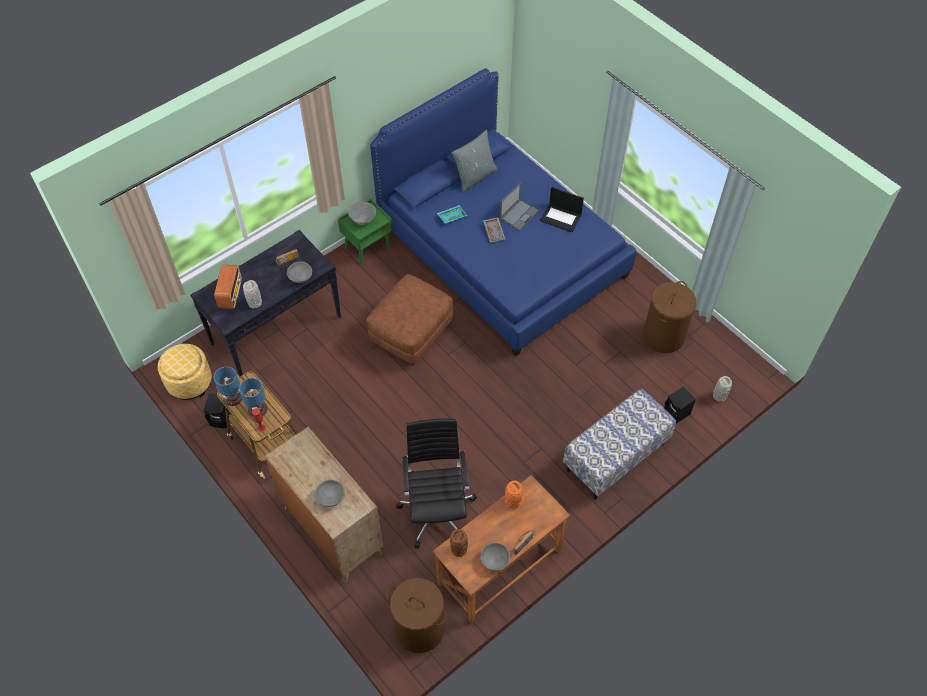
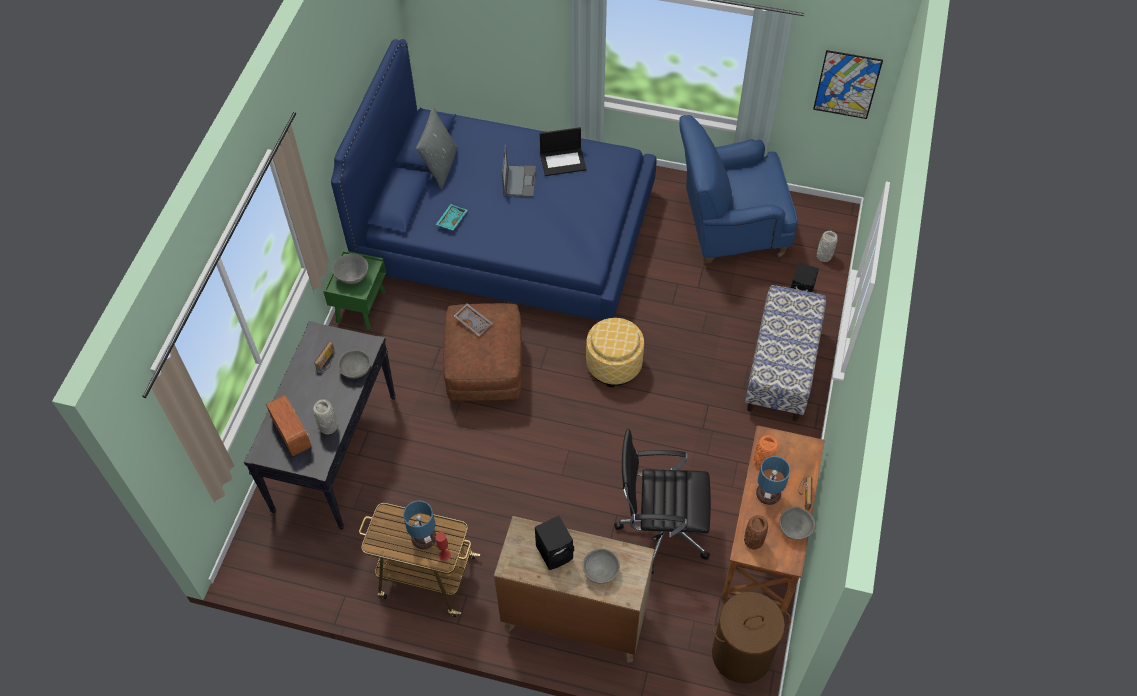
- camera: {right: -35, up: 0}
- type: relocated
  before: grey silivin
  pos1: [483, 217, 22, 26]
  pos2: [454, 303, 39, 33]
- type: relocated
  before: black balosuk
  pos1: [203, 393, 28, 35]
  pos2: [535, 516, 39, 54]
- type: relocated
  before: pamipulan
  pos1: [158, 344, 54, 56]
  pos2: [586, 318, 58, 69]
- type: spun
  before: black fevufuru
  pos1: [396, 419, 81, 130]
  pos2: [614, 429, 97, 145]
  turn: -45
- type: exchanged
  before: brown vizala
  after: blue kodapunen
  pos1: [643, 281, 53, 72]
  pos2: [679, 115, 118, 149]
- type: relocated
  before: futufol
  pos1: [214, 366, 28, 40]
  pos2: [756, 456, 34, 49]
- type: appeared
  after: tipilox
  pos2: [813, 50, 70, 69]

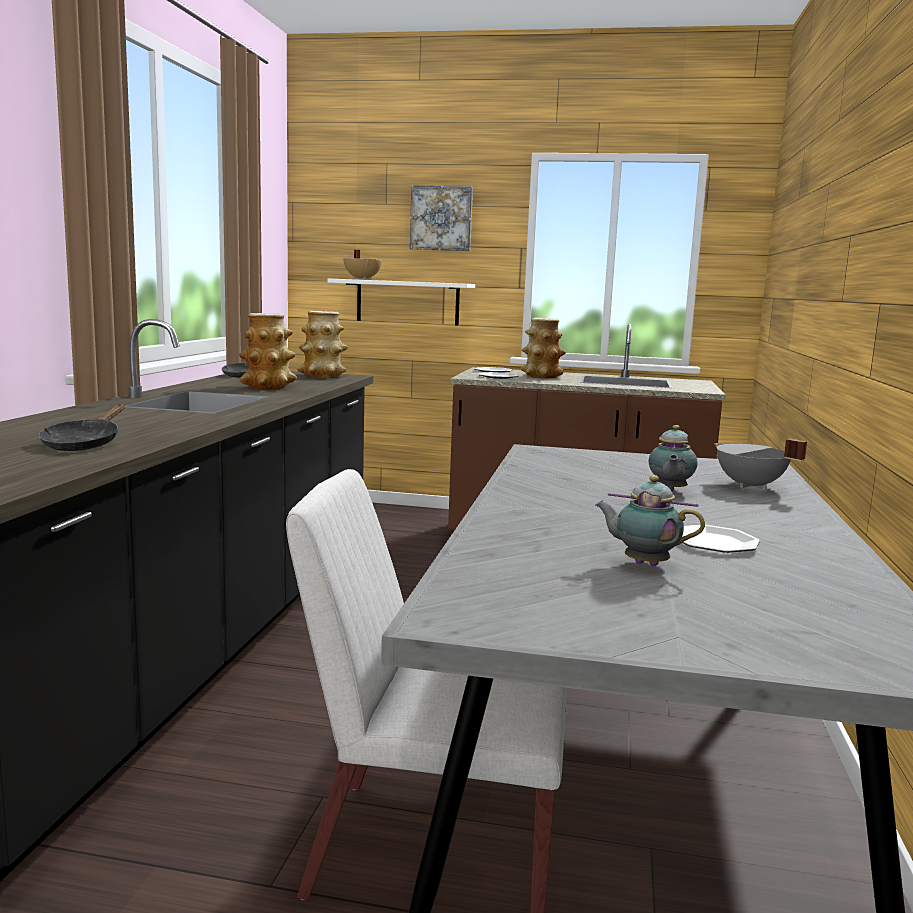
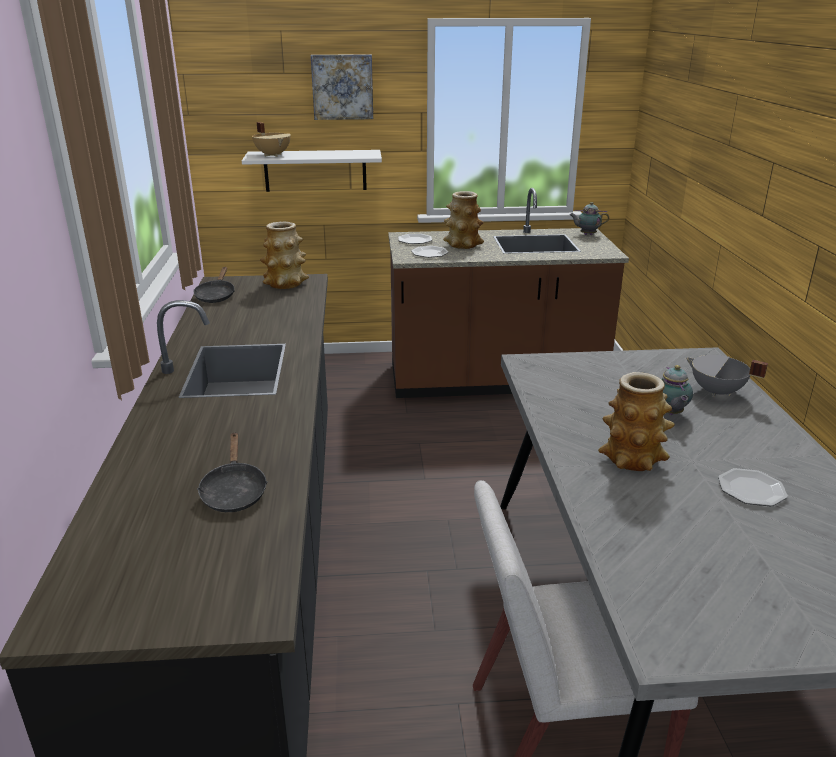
- camera: {right: -15, up: 15}
- type: relocated
  before: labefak
  pos1: [594, 475, 111, 91]
  pos2: [570, 202, 39, 33]
- type: relocated
  before: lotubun
  pos1: [239, 313, 58, 76]
  pos2: [598, 372, 77, 99]

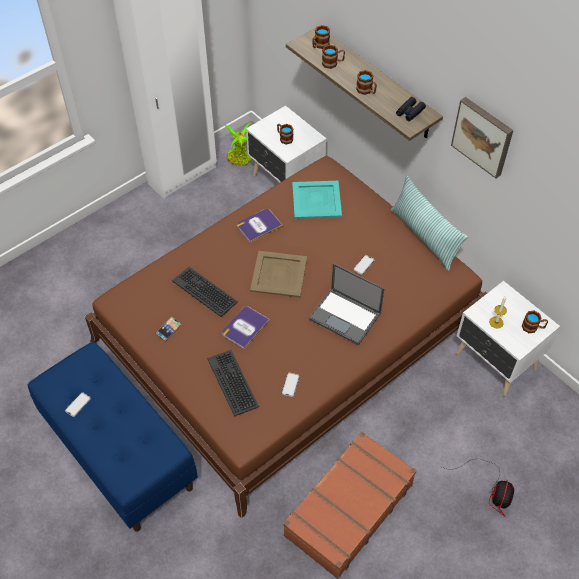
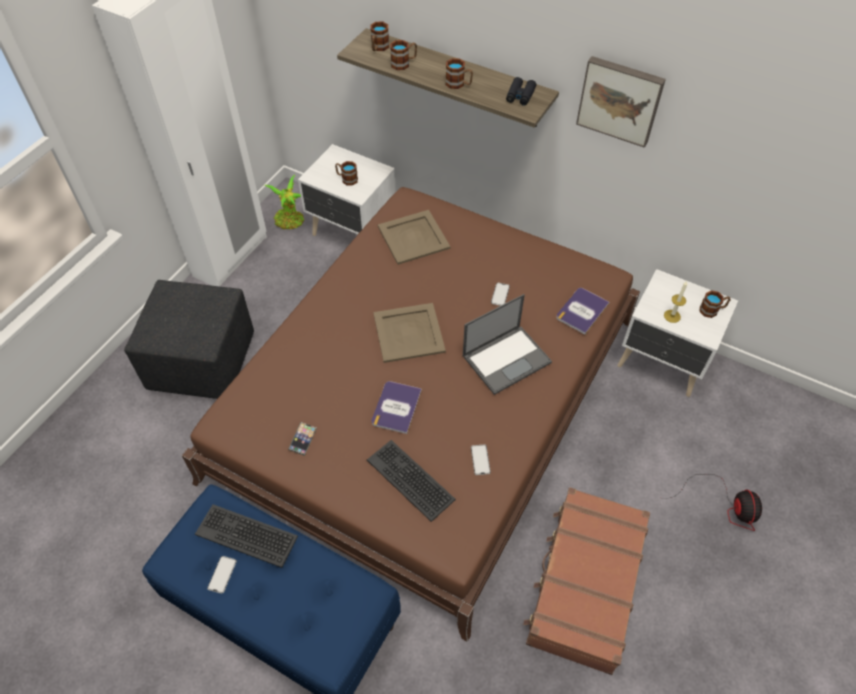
- camera: {right: -20, up: 0}
- type: appeared
  after: black pamipulan
  pos2: [124, 280, 130, 119]
- type: relocated
  before: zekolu
  pos1: [172, 267, 66, 50]
  pos2: [195, 504, 103, 64]
- type: colour
  before: turquoise silivin
  after: beige silivin
  pos1: [292, 181, 50, 38]
  pos2: [378, 210, 73, 55]
- type: spun
  before: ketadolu
  pos1: [309, 263, 76, 82]
  pos2: [463, 294, 89, 101]
  turn: -45
- type: relocated
  before: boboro
  pos1: [237, 209, 46, 34]
  pos2: [556, 288, 54, 47]
- type: missing
  before: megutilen
  pos1: [391, 175, 77, 96]

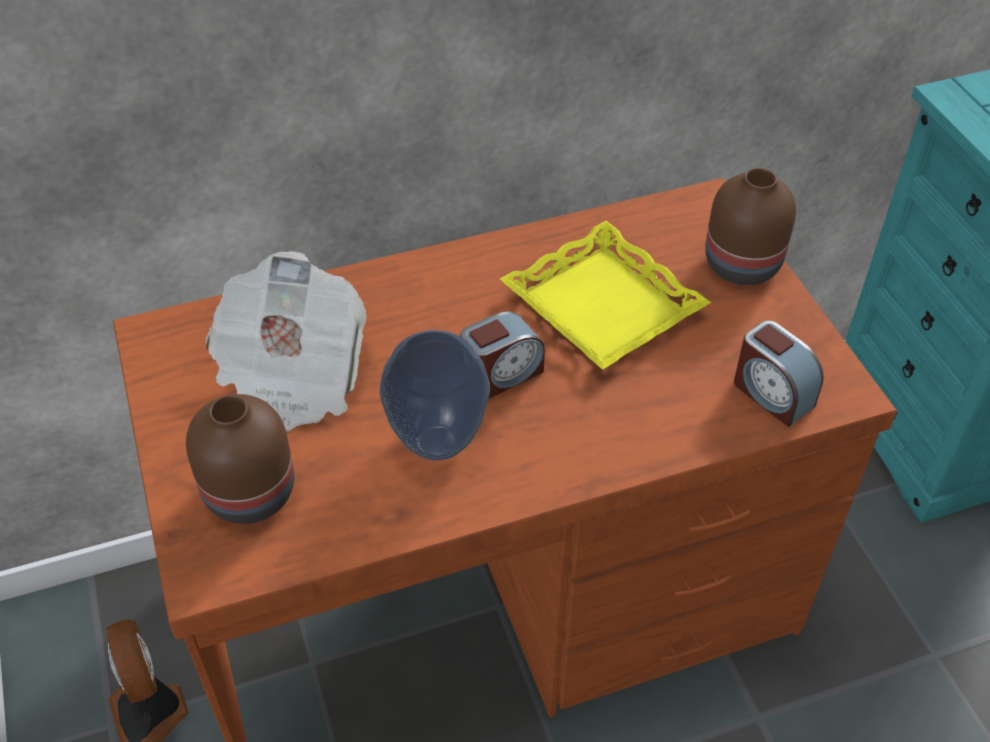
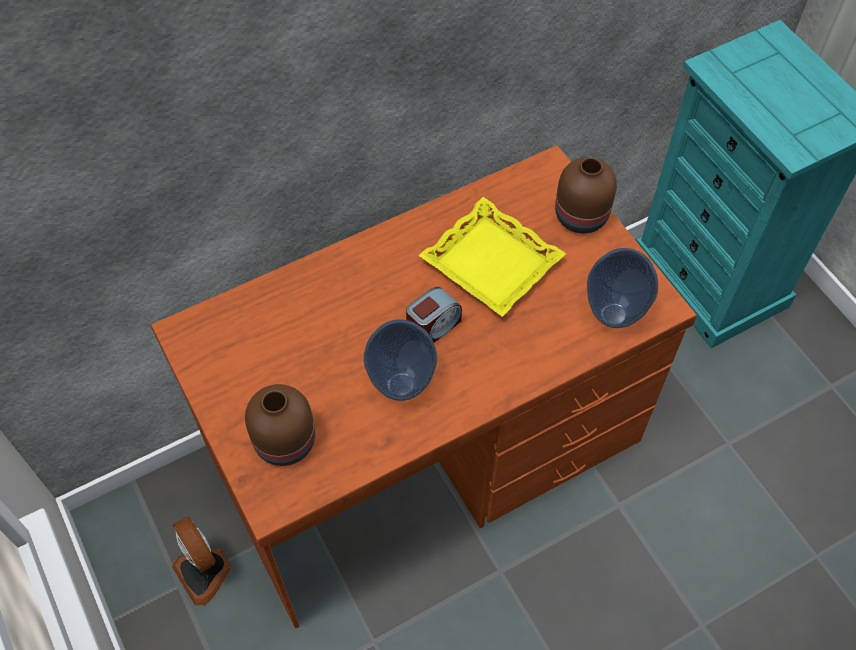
- camera: {right: -10, up: 10}
- type: exchanged
  before: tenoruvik
  after: lotubun
  pos1: [734, 321, 90, 106]
  pos2: [587, 248, 71, 80]
- type: missing
  before: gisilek
  pos1: [206, 251, 161, 181]

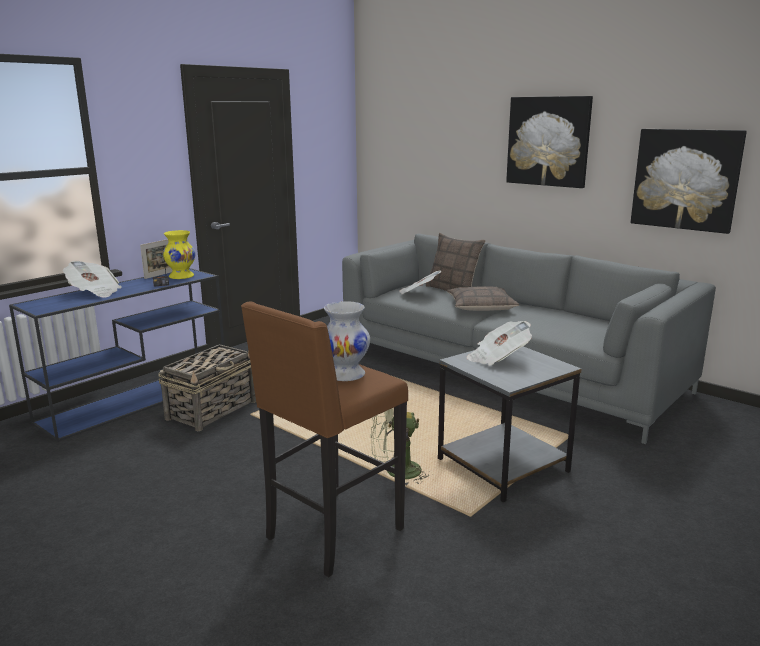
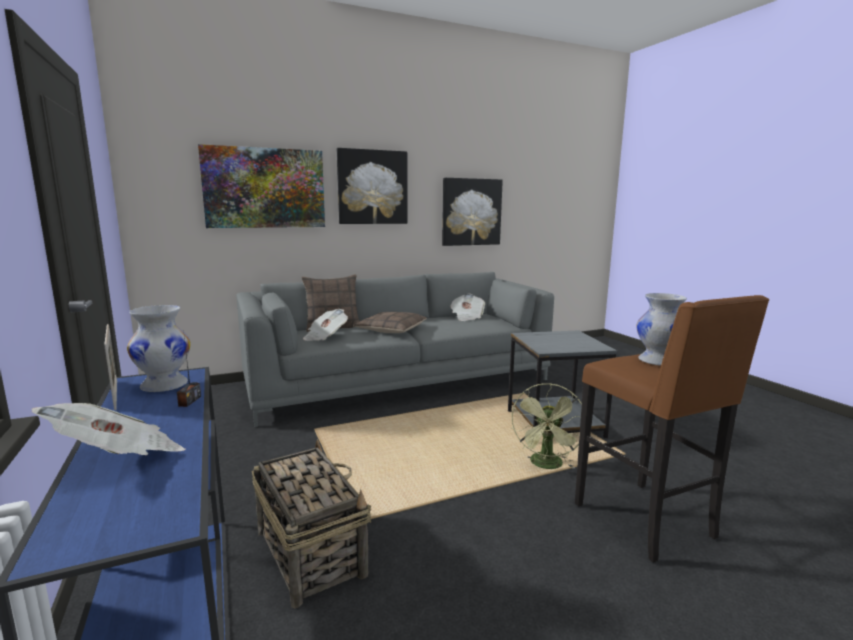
- camera: {right: -65, up: -5}
- type: colour
  before: yellow lotubun
  after: white lotubun
  pos1: [163, 230, 33, 49]
  pos2: [127, 305, 64, 87]
- type: appeared
  after: tipilox
  pos2: [198, 144, 127, 84]
- type: relocated
  before: gisilek
  pos1: [467, 321, 65, 44]
  pos2: [450, 293, 36, 28]

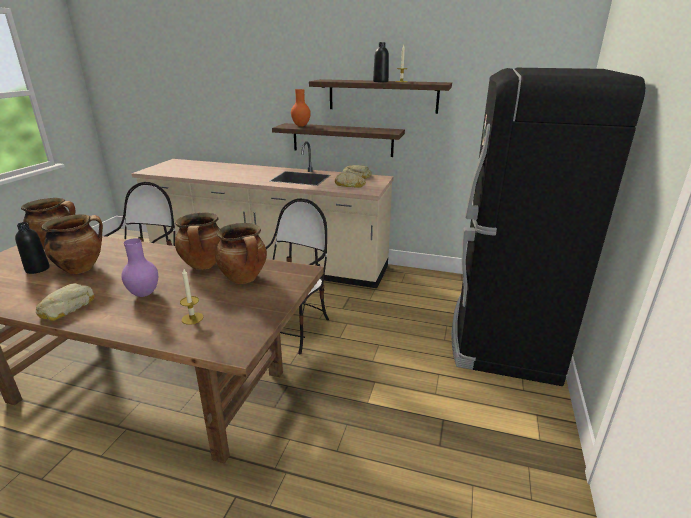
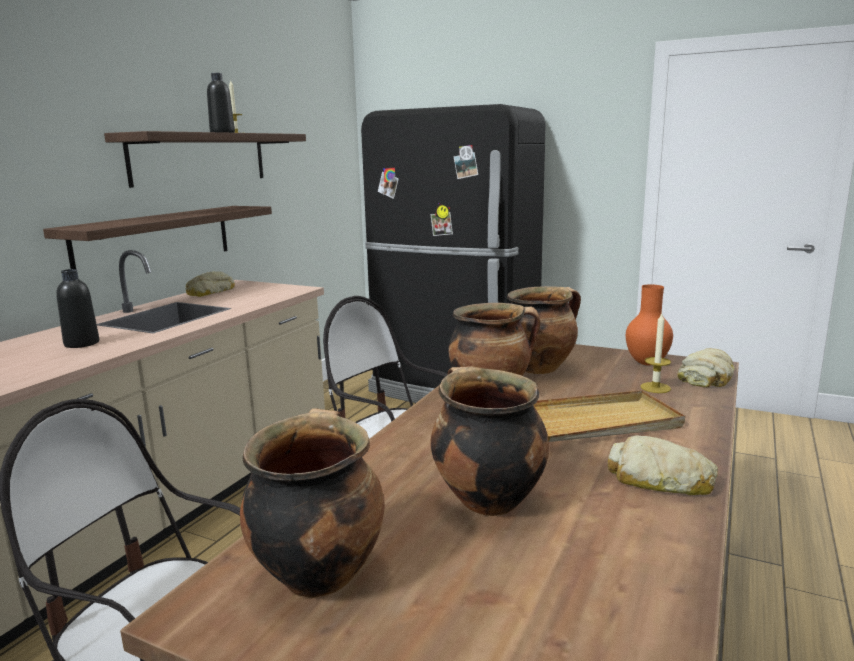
- camera: {right: -80, up: -10}
- type: relocated
  before: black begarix
  pos1: [15, 222, 35, 52]
  pos2: [56, 269, 43, 79]
- type: exchanged
  before: purple lotubun
  after: beige silivin
  pos1: [121, 238, 37, 59]
  pos2: [534, 390, 151, 52]
- type: relocated
  before: orange lotubun
  pos1: [291, 89, 20, 38]
  pos2: [626, 284, 47, 81]
- type: relocated
  before: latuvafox
  pos1: [335, 173, 31, 15]
  pos2: [677, 348, 58, 39]

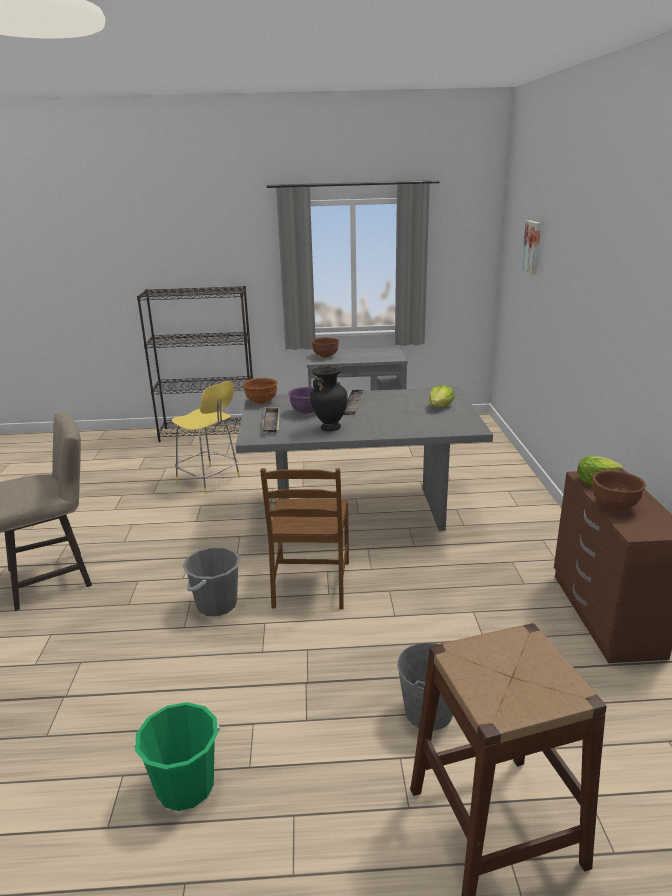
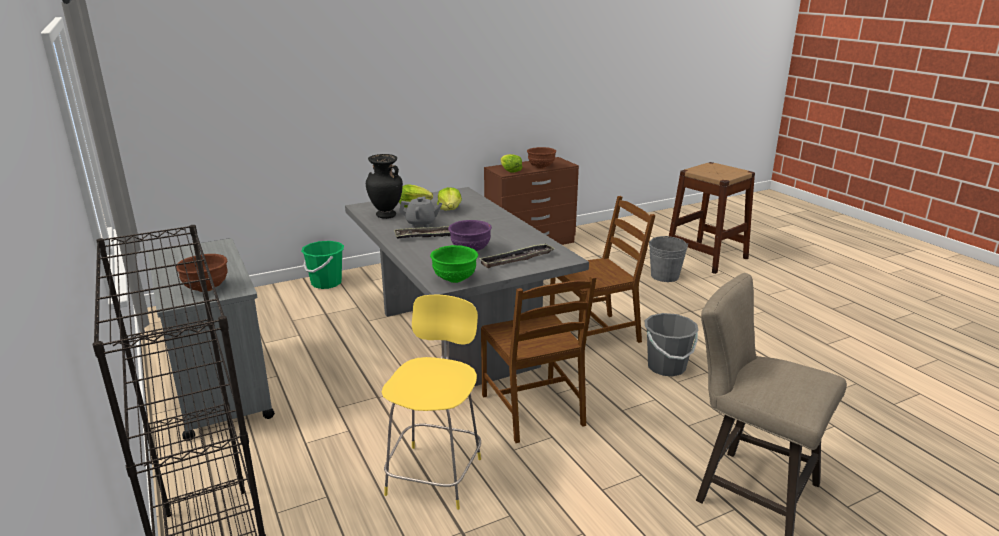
- camera: {right: -115, up: 0}
- type: relocated
  before: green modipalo
  pos1: [134, 702, 86, 109]
  pos2: [301, 241, 43, 48]
- type: relocated
  before: black lotubun
  pos1: [310, 365, 38, 66]
  pos2: [366, 154, 37, 65]
- type: appeared
  after: grey labefak
  pos2: [399, 196, 44, 31]
- type: colour
  before: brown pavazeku
  after: green pavazeku
  pos1: [243, 378, 34, 26]
  pos2: [430, 245, 48, 38]
- type: appeared
  after: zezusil
  pos2: [437, 187, 25, 23]
- type: appeared
  after: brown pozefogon
  pos2: [481, 276, 115, 167]
- type: missing
  before: tipilox
  pos1: [521, 220, 20, 54]

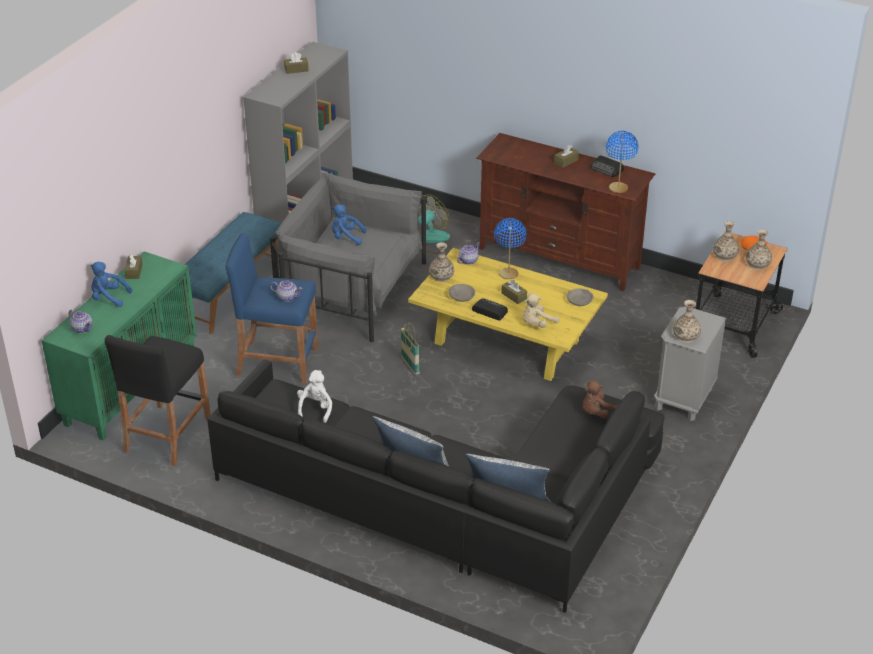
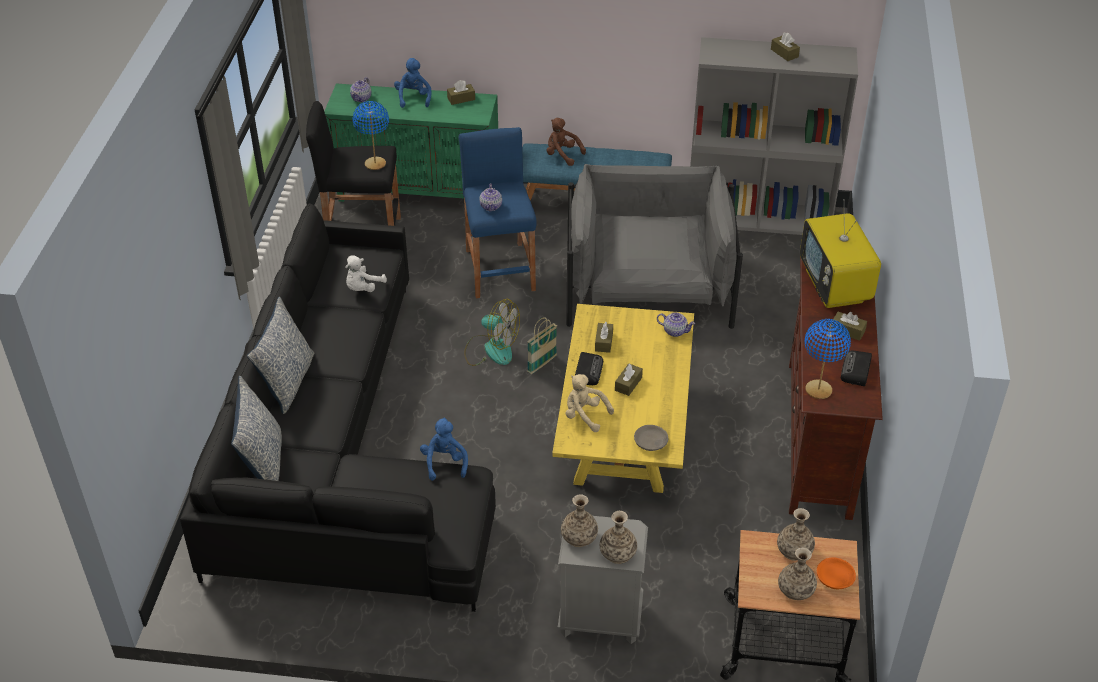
- camera: {right: 70, up: 5}
- type: spun
  before: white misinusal
  pos1: [297, 370, 35, 53]
  pos2: [345, 255, 42, 37]
  turn: 135
- type: relocated
  before: blue futufol
  pos1: [494, 218, 33, 61]
  pos2: [353, 101, 36, 69]
- type: relocated
  before: blue misinusal
  pos1: [332, 204, 35, 41]
  pos2: [420, 417, 48, 64]
- type: relocated
  before: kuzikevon
  pos1: [418, 195, 32, 58]
  pos2: [464, 299, 56, 67]
- type: relocated
  before: brown misinusal
  pos1: [583, 380, 36, 38]
  pos2: [546, 118, 40, 48]
- type: exchanged
  before: grey pavazeku
  after: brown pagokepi
  pos1: [449, 284, 26, 18]
  pos2: [595, 322, 18, 31]
- type: relocated
  before: lotubun
  pos1: [429, 242, 25, 40]
  pos2: [600, 511, 37, 53]
- type: appeared
  after: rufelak
  pos2: [800, 199, 81, 109]

